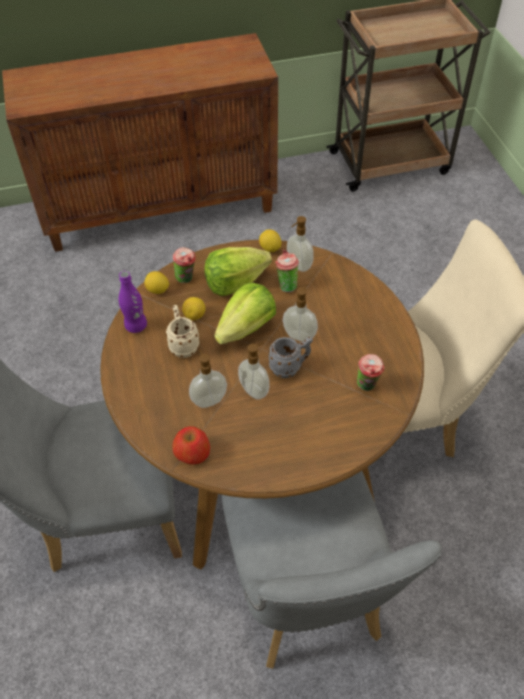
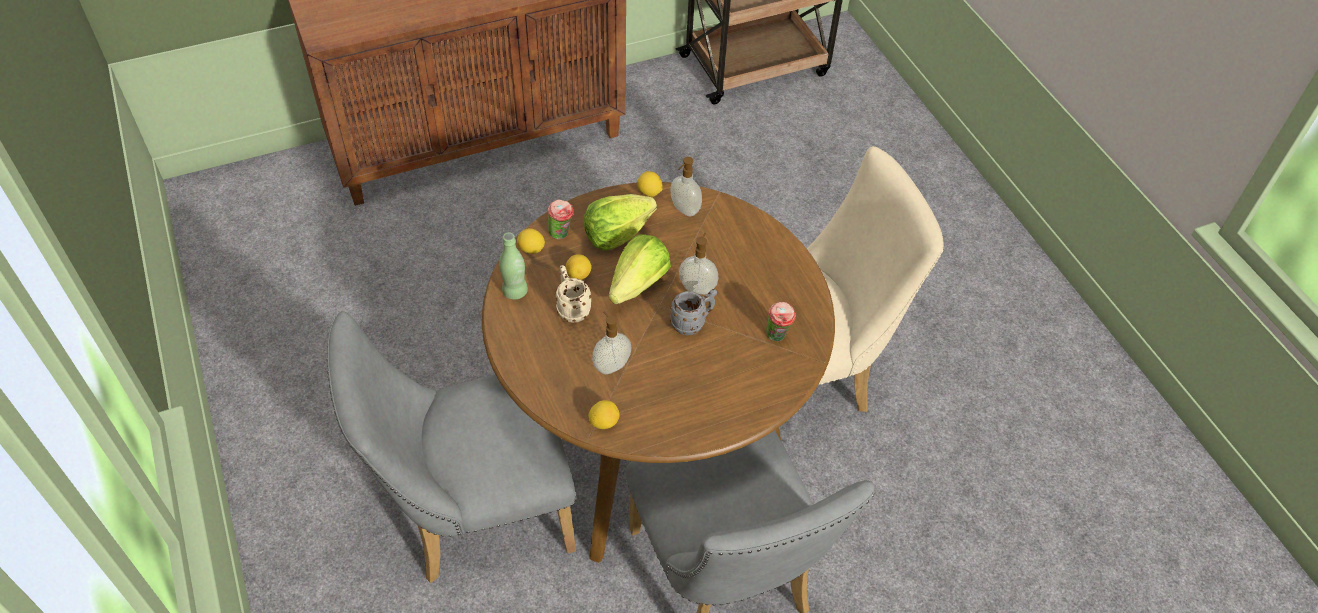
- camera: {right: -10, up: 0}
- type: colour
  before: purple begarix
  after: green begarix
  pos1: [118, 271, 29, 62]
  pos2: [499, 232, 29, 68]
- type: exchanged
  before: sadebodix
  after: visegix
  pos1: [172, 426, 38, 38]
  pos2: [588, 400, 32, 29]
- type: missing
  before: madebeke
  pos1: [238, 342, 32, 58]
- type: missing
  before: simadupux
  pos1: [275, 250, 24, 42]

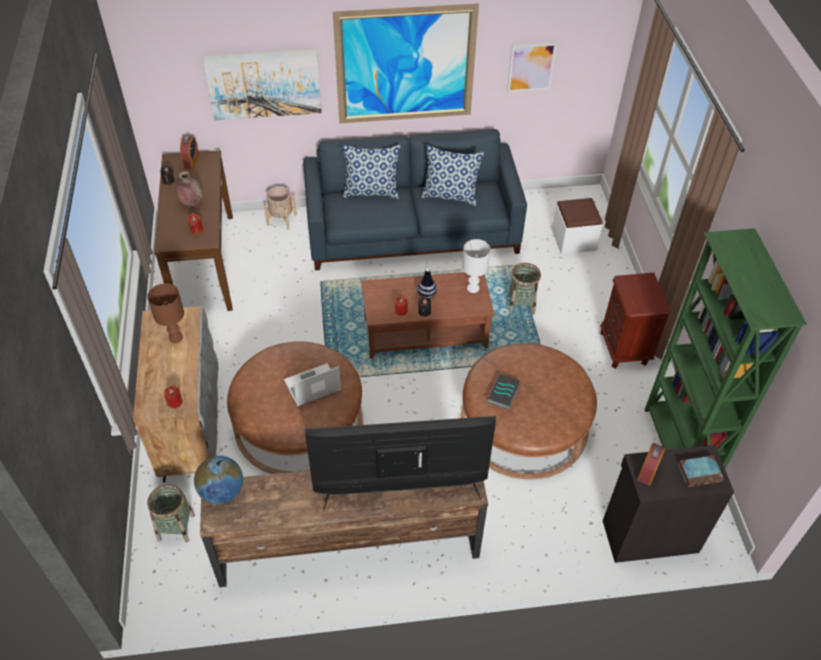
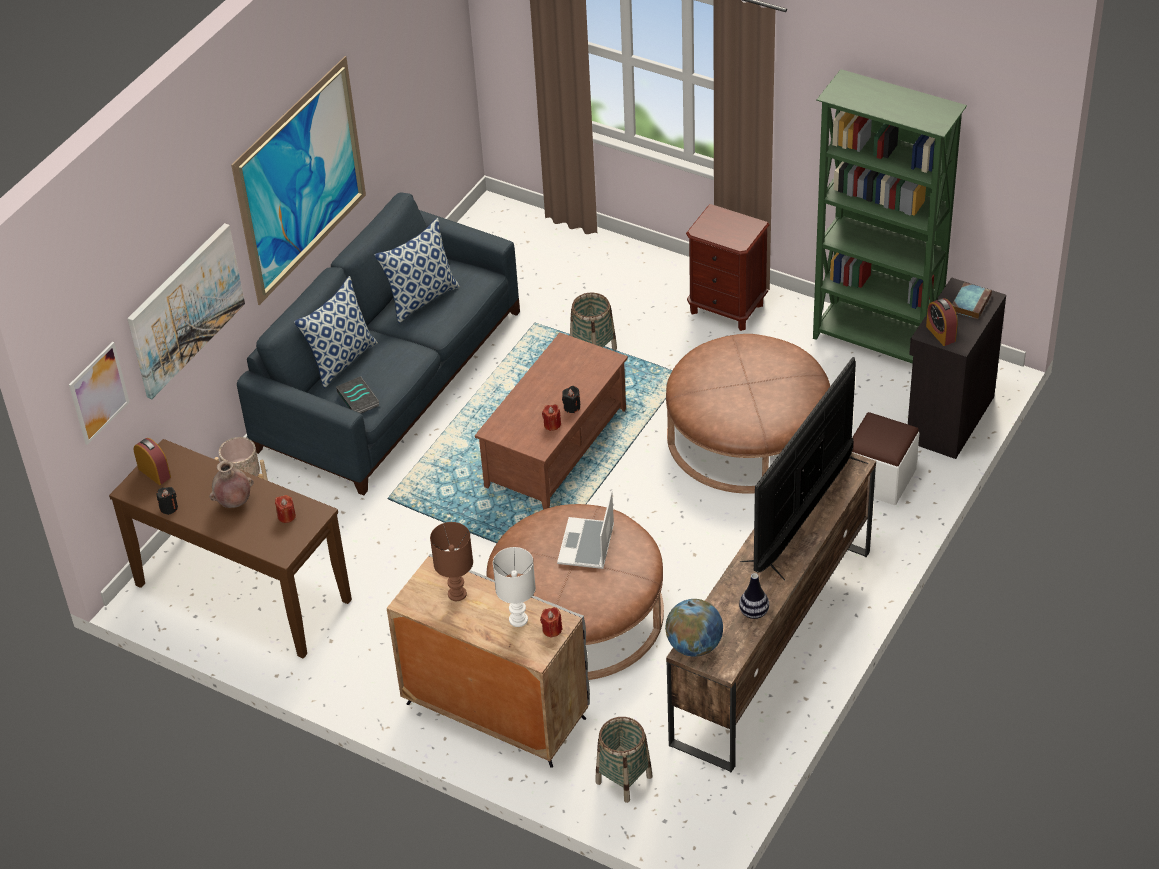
- camera: {right: -50, up: -5}
- type: relocated
  before: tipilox
  pos1: [507, 43, 50, 49]
  pos2: [69, 342, 60, 103]
- type: relocated
  before: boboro
  pos1: [487, 374, 34, 36]
  pos2: [336, 376, 43, 37]
- type: relocated
  before: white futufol
  pos1: [462, 239, 29, 54]
  pos2: [493, 547, 43, 80]
- type: relocated
  before: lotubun
  pos1: [417, 268, 20, 30]
  pos2: [739, 573, 30, 46]
- type: relocated
  before: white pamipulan
  pos1: [552, 198, 51, 56]
  pos2: [852, 412, 67, 93]

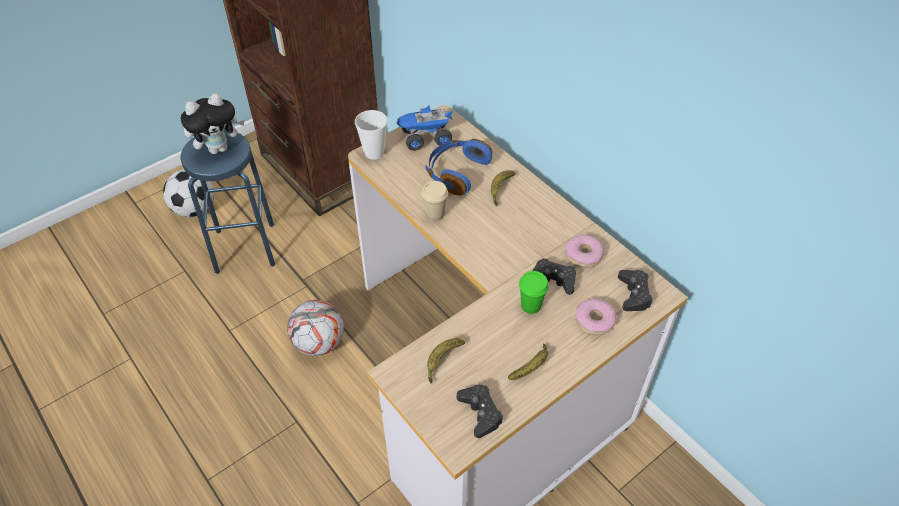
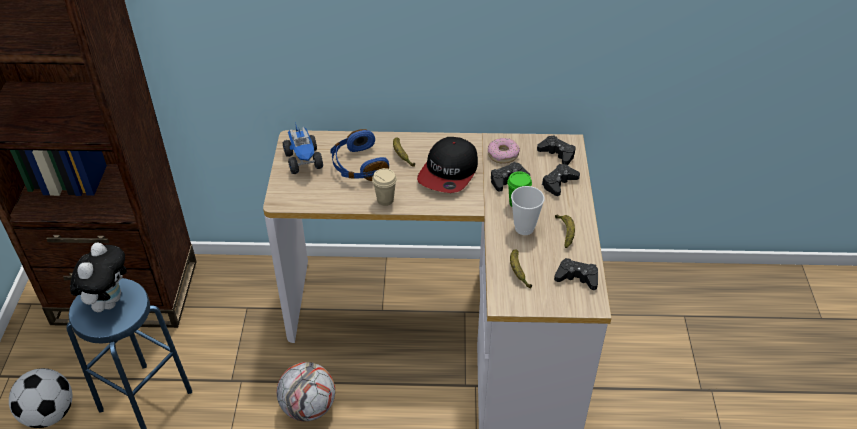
- camera: {right: -50, up: -5}
- type: spun
  before: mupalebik
  pos1: [397, 105, 56, 46]
  pos2: [283, 122, 40, 52]
  turn: -45
- type: appeared
  after: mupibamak
  pos2: [417, 137, 61, 56]
- type: relocated
  before: simadupux
  pos1: [355, 110, 32, 50]
  pos2: [511, 186, 34, 49]
- type: exchanged
  before: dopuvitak
  after: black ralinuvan
  pos1: [575, 298, 42, 37]
  pos2: [542, 164, 38, 32]

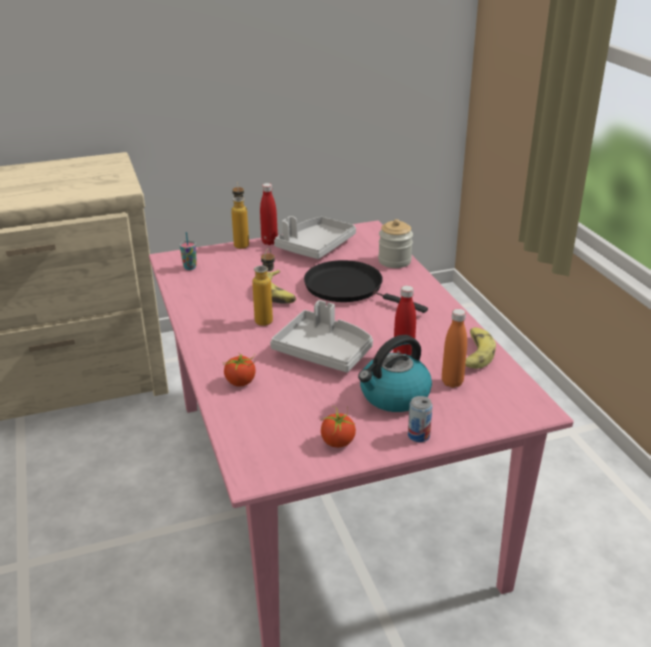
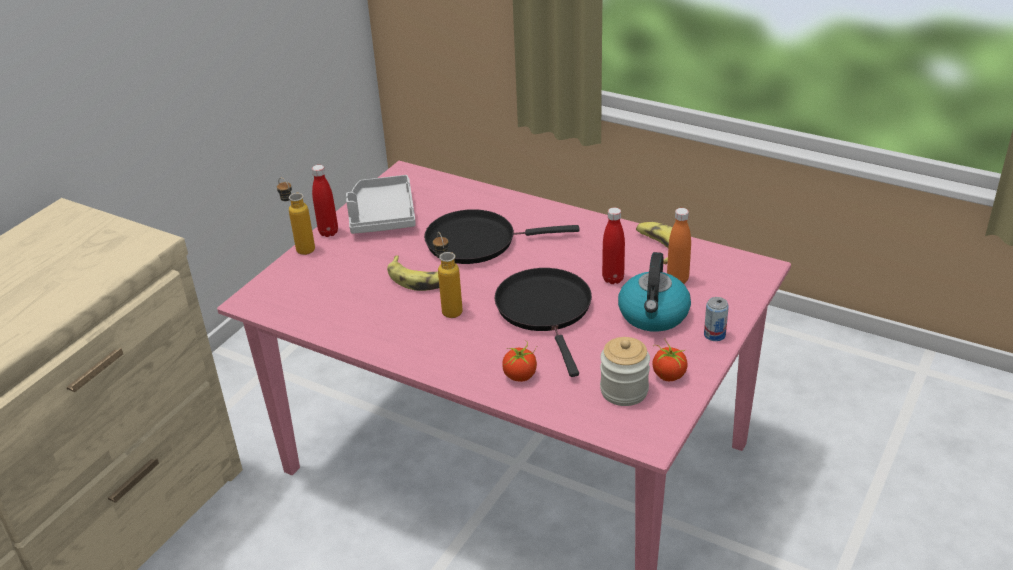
- camera: {right: -40, up: 5}
- type: exchanged
  before: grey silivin
  after: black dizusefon
  pos1: [270, 300, 103, 72]
  pos2: [495, 268, 97, 109]
- type: relocated
  before: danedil
  pos1: [378, 219, 35, 49]
  pos2: [600, 337, 50, 69]
- type: missing
  before: simadupux
  pos1: [180, 232, 17, 38]

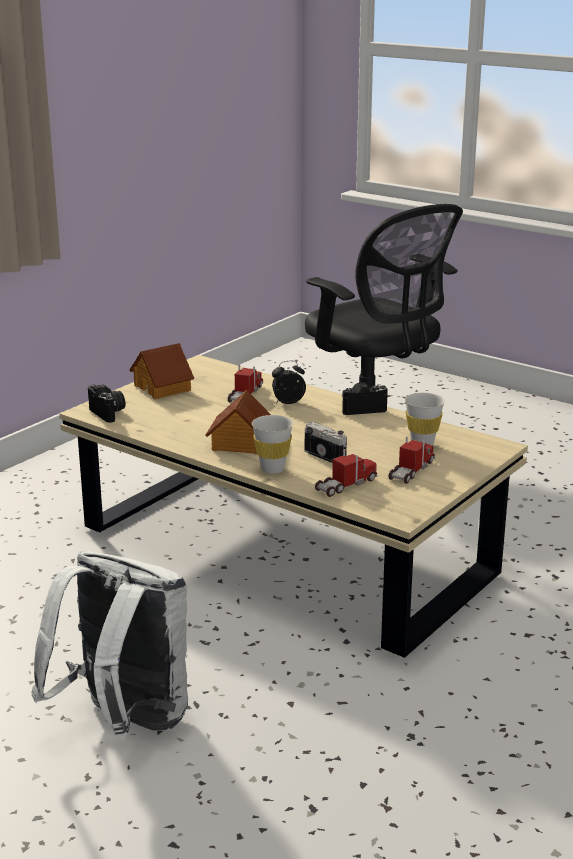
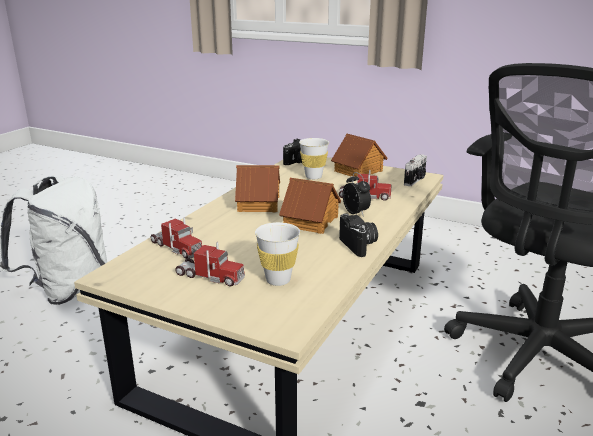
- camera: {right: 80, up: 0}
- type: appeared
  after: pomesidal
  pos2: [279, 178, 62, 56]
- type: relocated
  before: white simadupux
  pos1: [252, 415, 41, 59]
  pos2: [299, 138, 30, 41]
- type: relocated
  before: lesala
  pos1: [305, 422, 42, 41]
  pos2: [404, 154, 23, 32]

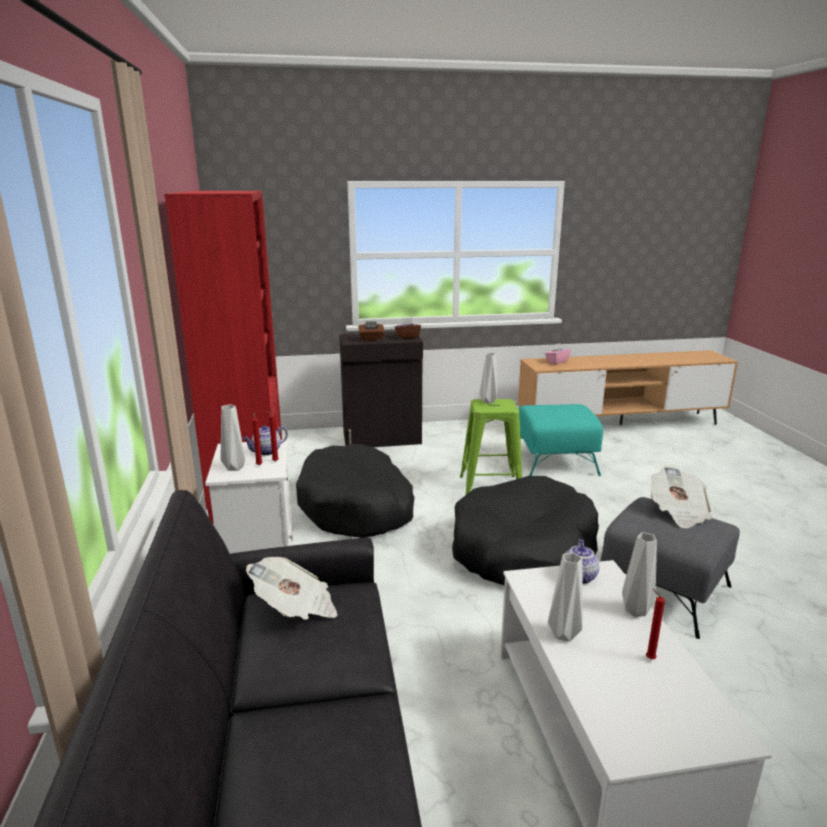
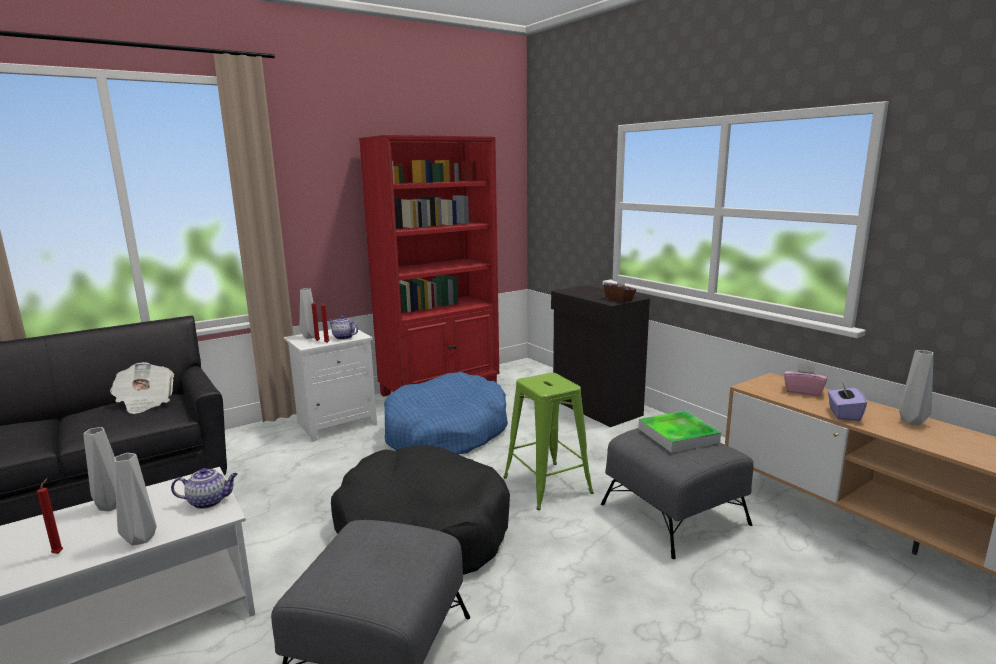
- camera: {right: 65, up: -5}
- type: colour
  before: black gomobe
  after: blue gomobe
  pos1: [296, 444, 118, 94]
  pos2: [384, 372, 124, 82]
- type: colour
  before: turquoise pamipulan
  after: grey pamipulan
  pos1: [519, 404, 84, 72]
  pos2: [601, 428, 153, 131]
- type: appeared
  after: silivin
  pos2: [638, 411, 83, 42]
- type: appeared
  after: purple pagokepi
  pos2: [828, 382, 39, 39]
- type: relocated
  before: grey lotubun
  pos1: [479, 353, 18, 51]
  pos2: [899, 350, 34, 75]
- type: missing
  before: brown pagokepi
  pos1: [358, 321, 26, 21]
- type: missing
  before: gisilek
  pos1: [650, 466, 62, 62]

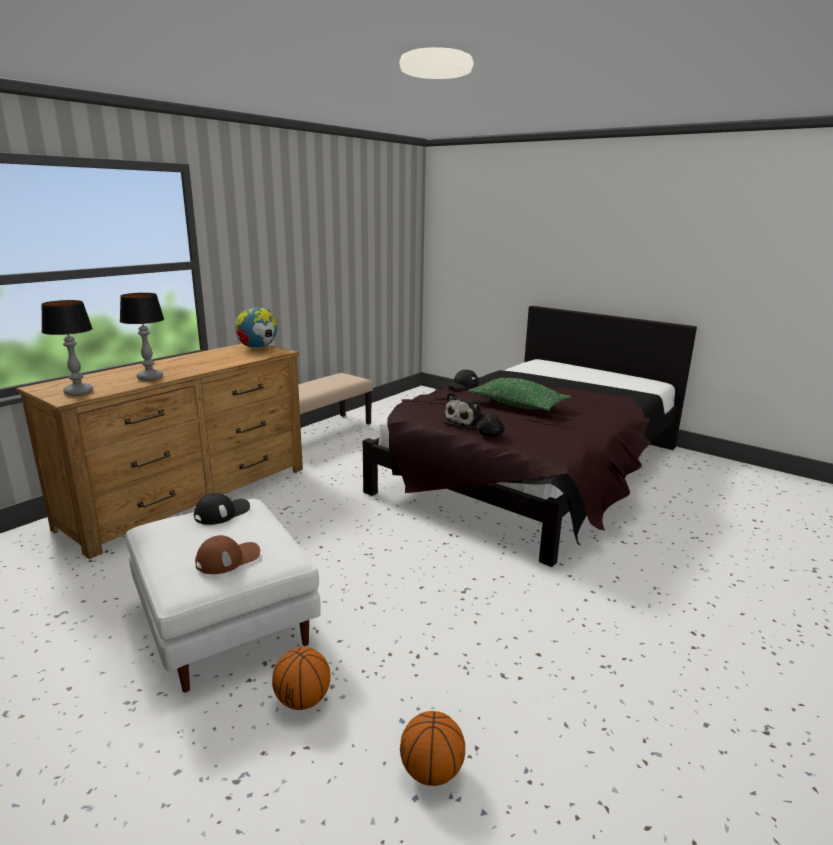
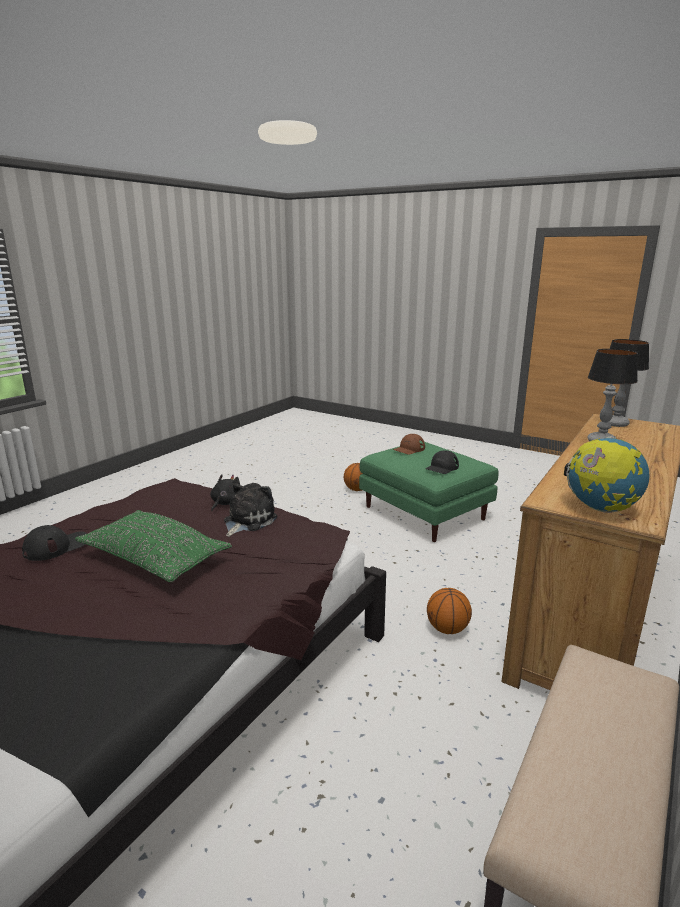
- camera: {right: 175, up: 0}
- type: relocated
  before: black mupibamak
  pos1: [445, 370, 34, 19]
  pos2: [22, 525, 65, 36]
- type: colour
  before: white pamipulan
  after: green pamipulan
  pos1: [126, 499, 195, 193]
  pos2: [359, 441, 140, 101]
- type: relocated
  before: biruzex
  pos1: [400, 711, 65, 75]
  pos2: [427, 588, 45, 46]

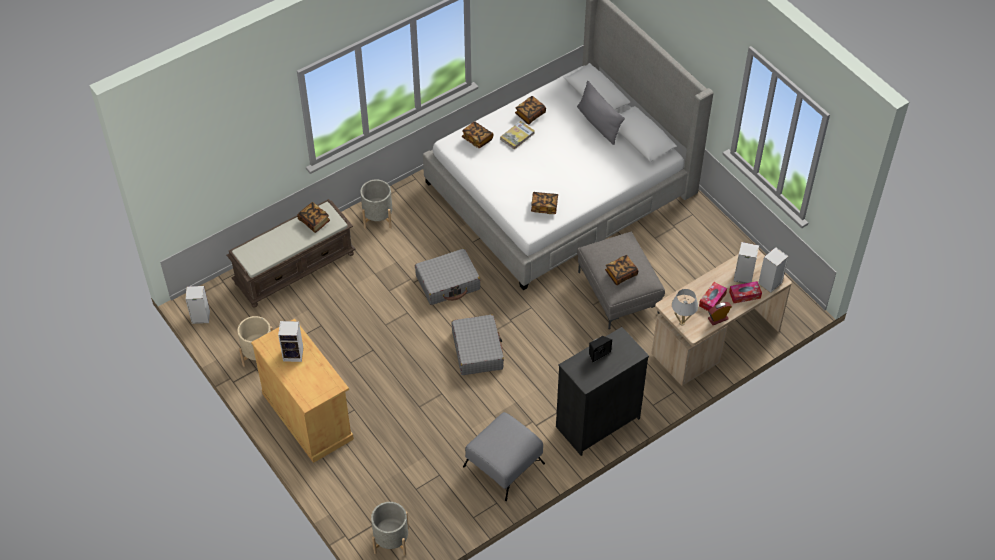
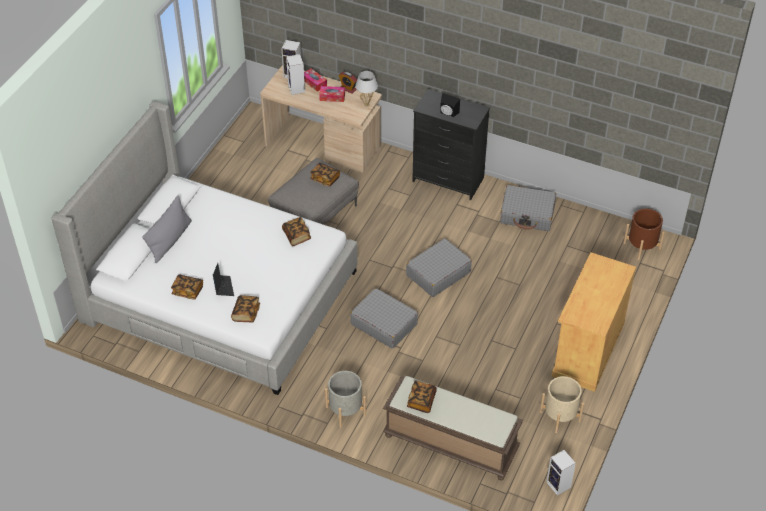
- camera: {right: -120, up: -5}
- type: exchanged
  before: boboro
  after: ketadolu
  pos1: [500, 121, 35, 29]
  pos2: [213, 263, 21, 33]
- type: exchanged
  before: grey pamipulan
  after: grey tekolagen
  pos1: [463, 412, 82, 89]
  pos2: [500, 185, 56, 46]
- type: colour
  before: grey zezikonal
  after: brown zezikonal
  pos1: [371, 502, 38, 54]
  pos2: [623, 208, 42, 52]
- type: missing
  before: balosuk
  pos1: [278, 321, 25, 41]

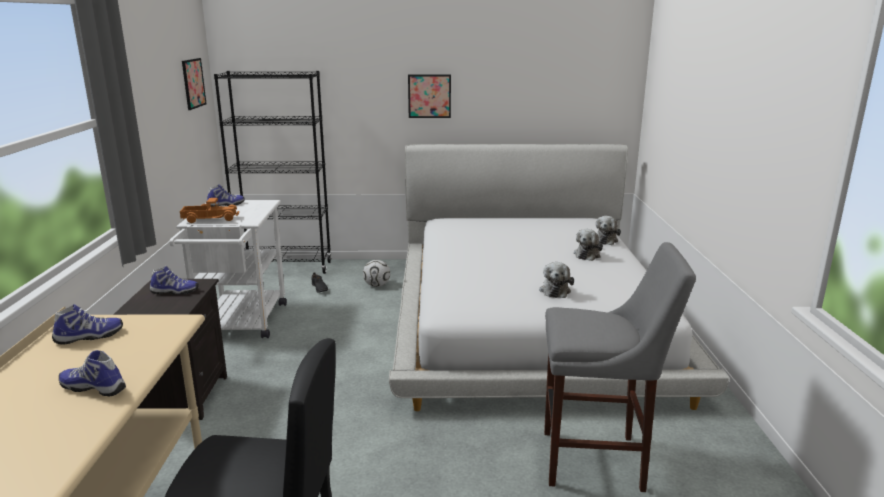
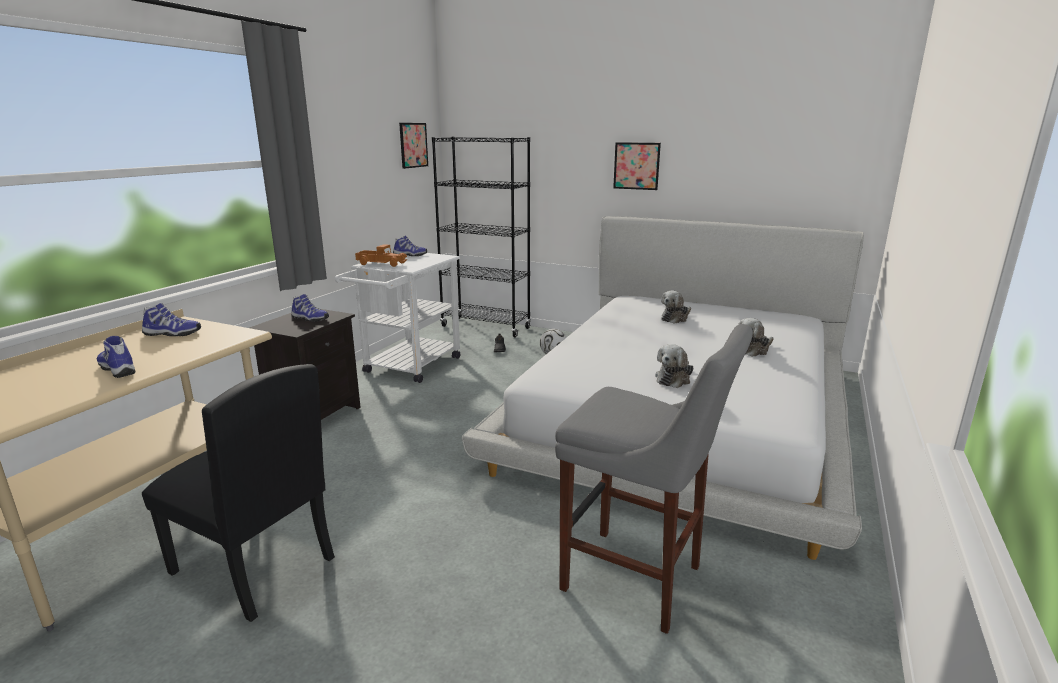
- camera: {right: 25, up: 0}
- type: relocated
  before: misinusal
  pos1: [595, 216, 26, 29]
  pos2: [661, 290, 30, 34]

